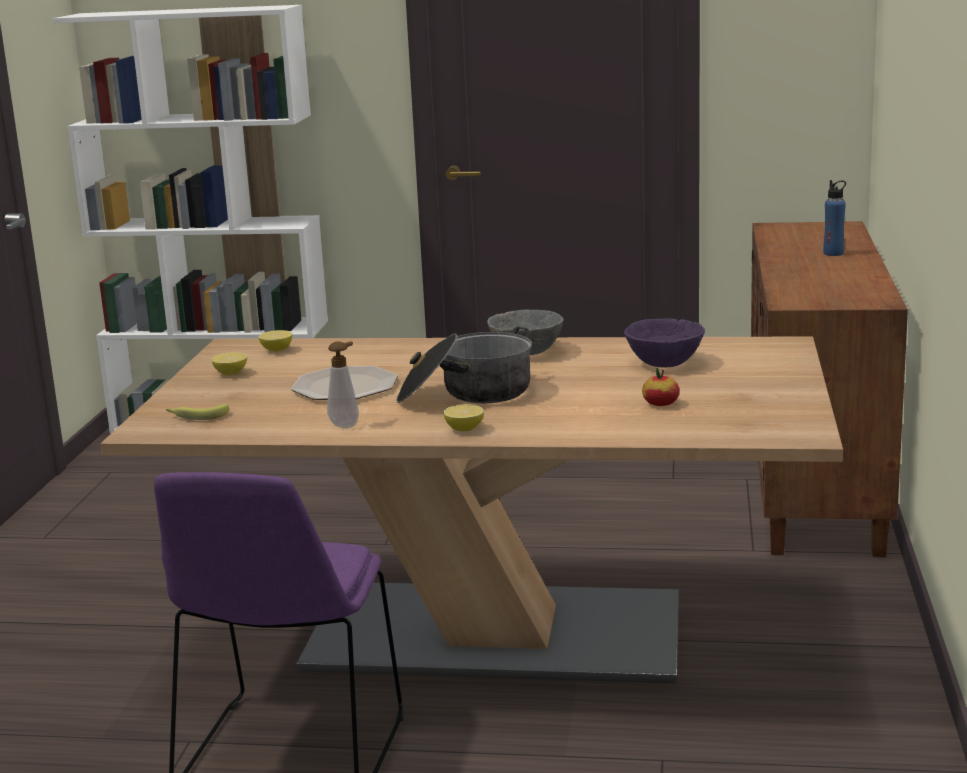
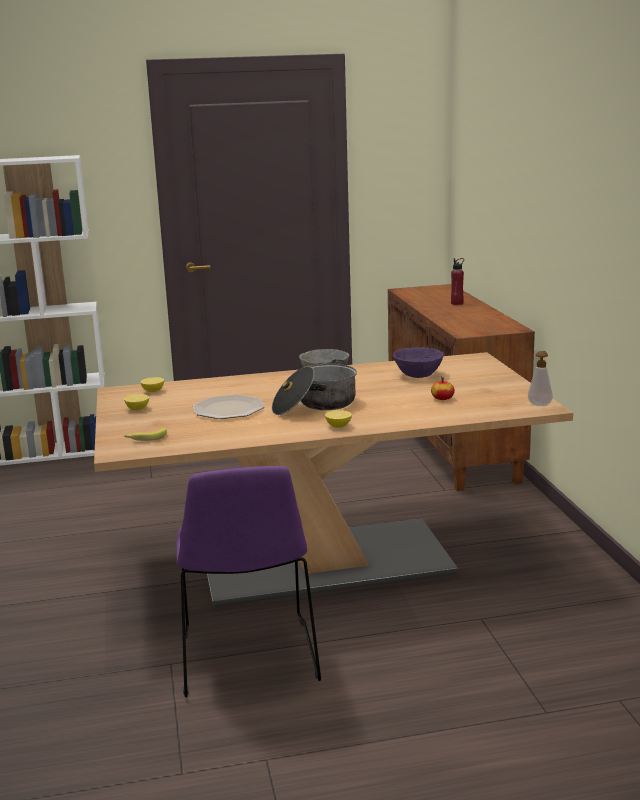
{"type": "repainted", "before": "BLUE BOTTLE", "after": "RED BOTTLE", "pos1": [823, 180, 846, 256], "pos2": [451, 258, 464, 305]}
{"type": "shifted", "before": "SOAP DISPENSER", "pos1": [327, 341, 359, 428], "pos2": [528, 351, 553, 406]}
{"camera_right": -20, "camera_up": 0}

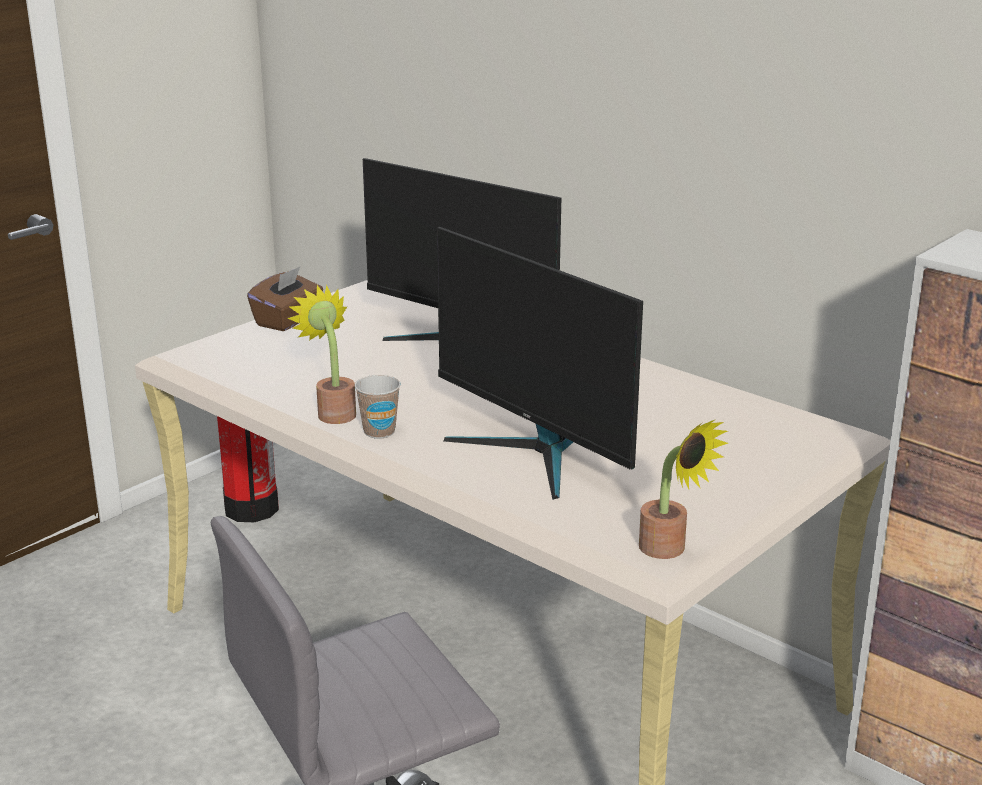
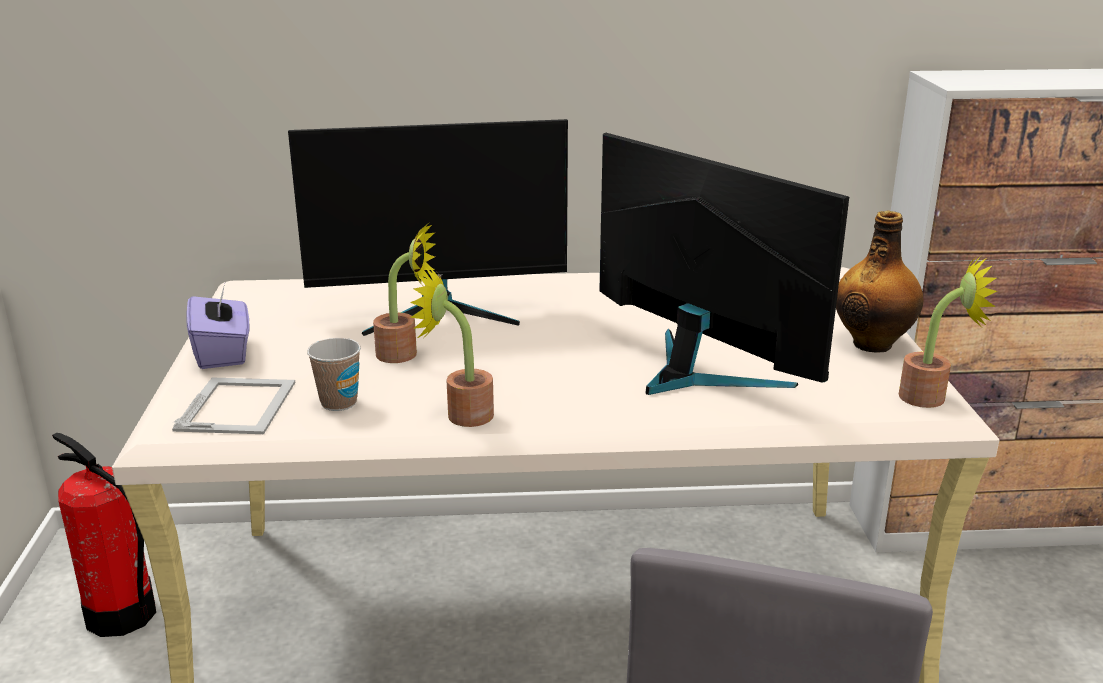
{"type": "new", "after": "PICTURE FRAME", "pos2": [172, 377, 295, 434]}
{"type": "repainted", "before": "BROWN TISSUE BOX", "after": "PURPLE TISSUE BOX", "pos1": [247, 267, 323, 331], "pos2": [186, 284, 249, 369]}
{"type": "shifted", "before": "CUP", "pos1": [355, 375, 401, 439], "pos2": [307, 338, 361, 411]}
{"type": "new", "after": "POTTED PLANT", "pos2": [373, 223, 436, 363]}
{"type": "rotated", "before": "MONITOR", "pos1": [437, 227, 643, 500], "pos2": [599, 133, 849, 395], "turn": -135}
{"type": "new", "after": "BOTTLE", "pos2": [836, 211, 923, 353]}
{"camera_right": -45, "camera_up": 0}

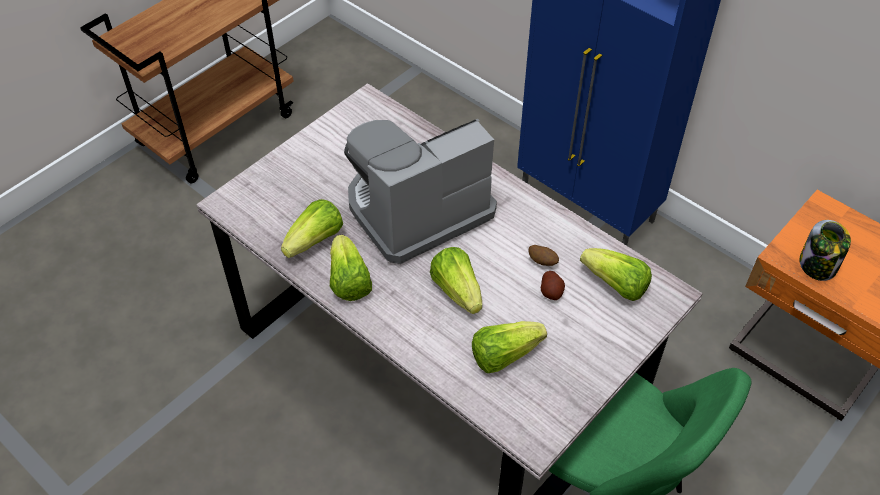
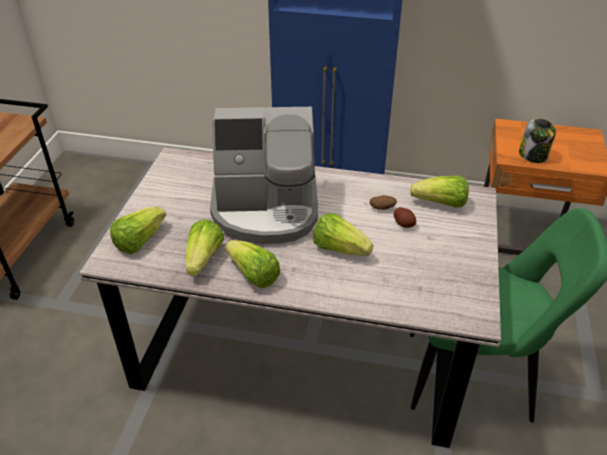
{"type": "shifted", "before": "LETTUCE", "pos1": [472, 321, 547, 373], "pos2": [110, 207, 166, 254]}
{"type": "rotated", "before": "COFFEE MACHINE", "pos1": [344, 119, 497, 264], "pos2": [210, 107, 318, 244], "turn": -120}
{"camera_right": -30, "camera_up": -10}

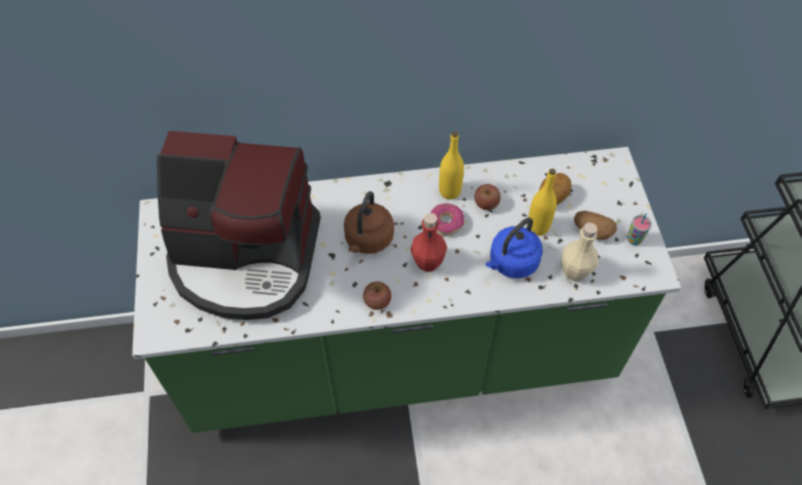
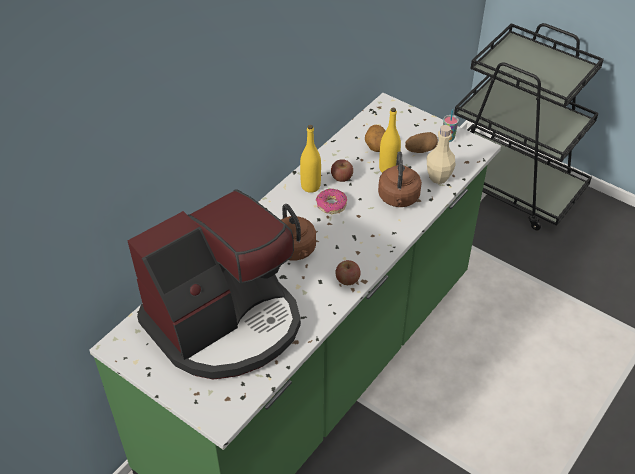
{"type": "repainted", "before": "BLUE KETTLE", "after": "BROWN KETTLE", "pos1": [486, 217, 543, 278], "pos2": [378, 151, 422, 207]}
{"type": "gone", "before": "RED BOTTLE", "pos1": [411, 213, 447, 272]}
{"camera_right": -45, "camera_up": -10}

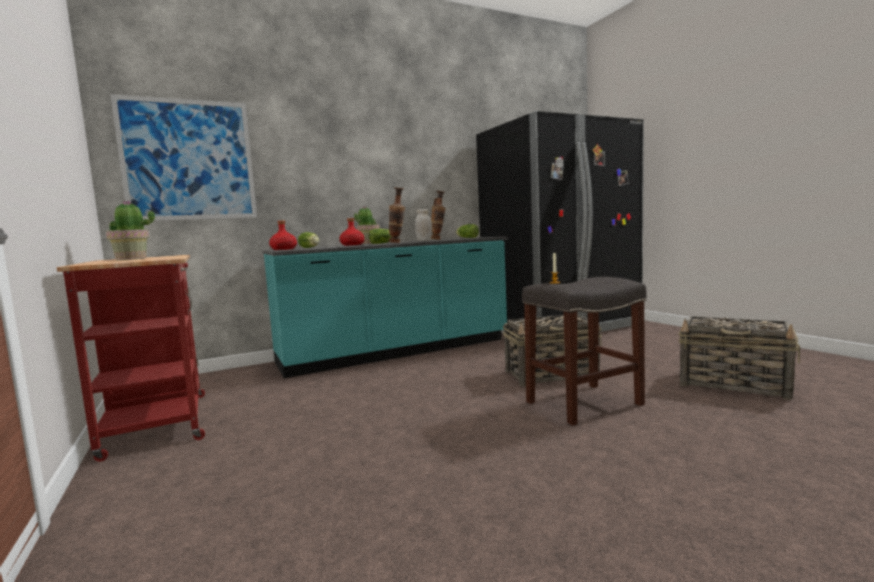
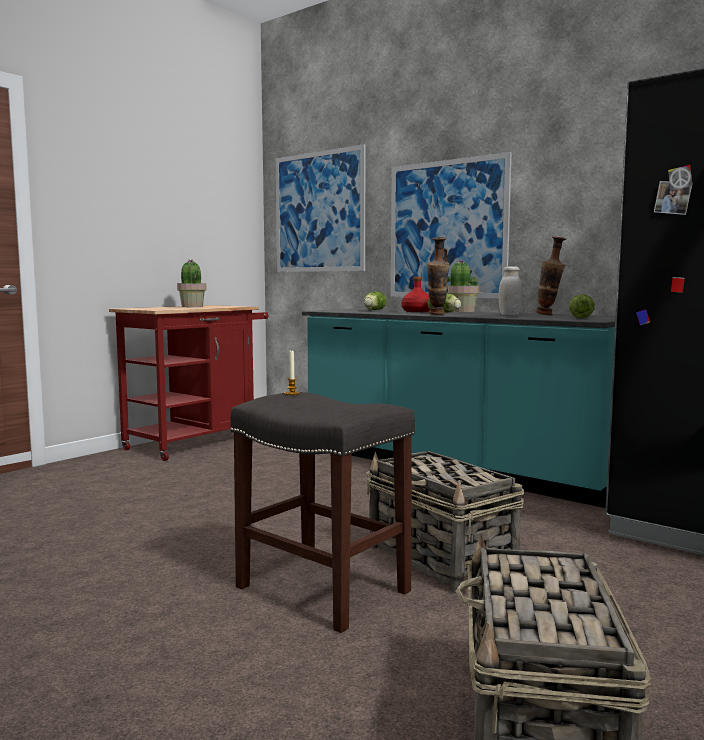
{"type": "new", "after": "PICTURE", "pos2": [391, 152, 512, 298]}
{"type": "gone", "before": "RED BOTTLE", "pos1": [269, 221, 297, 250]}
{"camera_right": 65, "camera_up": 0}

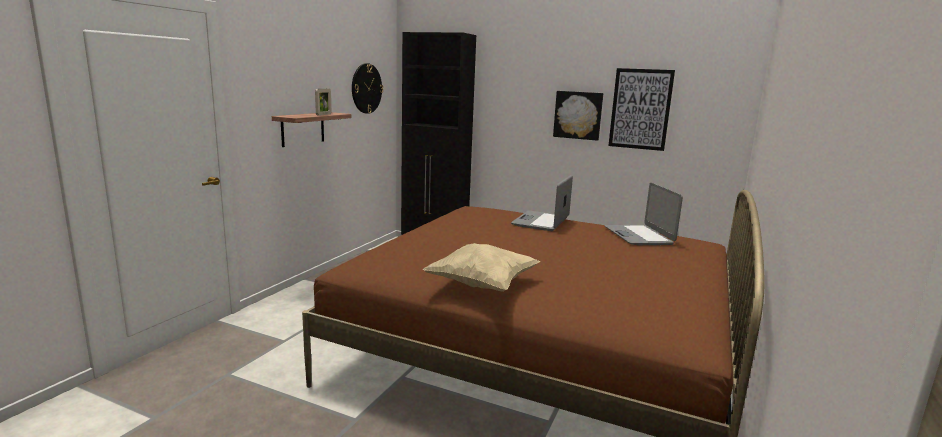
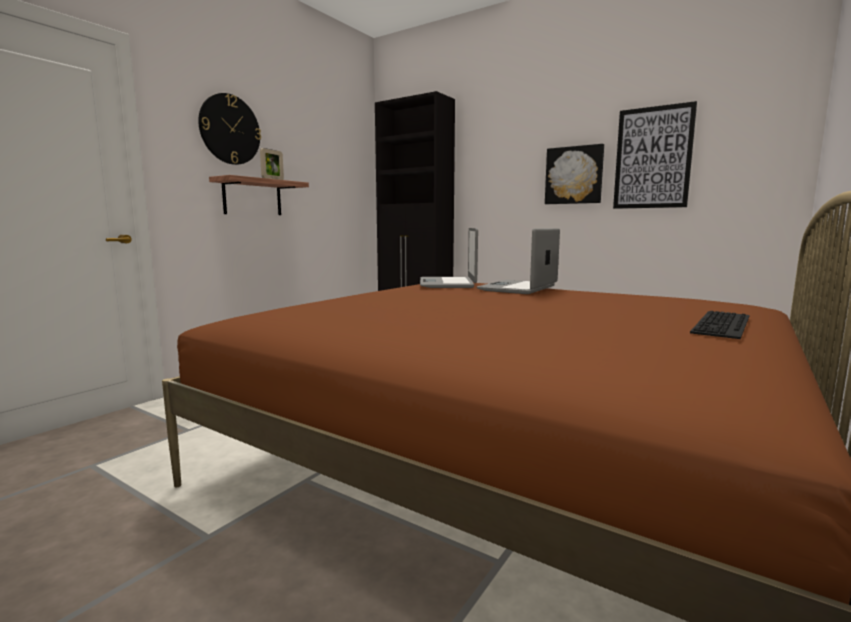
{"type": "shifted", "before": "WALL CLOCK", "pos1": [352, 63, 383, 114], "pos2": [198, 93, 261, 165]}
{"type": "shifted", "before": "LAPTOP", "pos1": [605, 183, 683, 245], "pos2": [420, 228, 478, 288]}
{"type": "new", "after": "KEYBOARD", "pos2": [690, 311, 750, 339]}
{"type": "gone", "before": "BEIGE PILLOW", "pos1": [423, 243, 540, 292]}
{"camera_right": 10, "camera_up": -5}

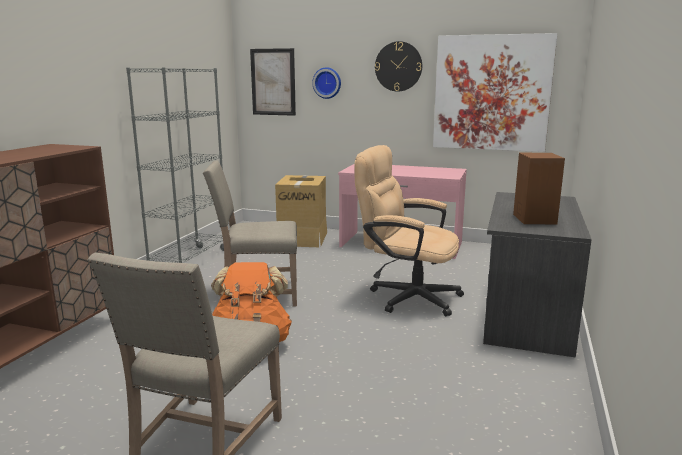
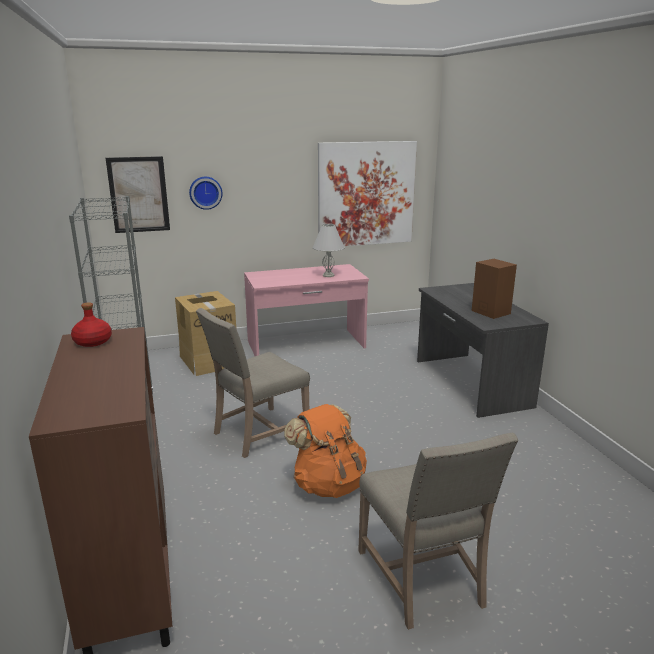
{"type": "new", "after": "RED BOTTLE", "pos2": [71, 302, 112, 347]}
{"type": "new", "after": "WHITE TABLE LAMP", "pos2": [313, 224, 345, 277]}
{"type": "gone", "before": "BEIGE OFFICE CHAIR", "pos1": [354, 145, 464, 316]}
{"type": "gone", "before": "WALL CLOCK", "pos1": [375, 41, 422, 92]}
{"camera_right": -35, "camera_up": 5}

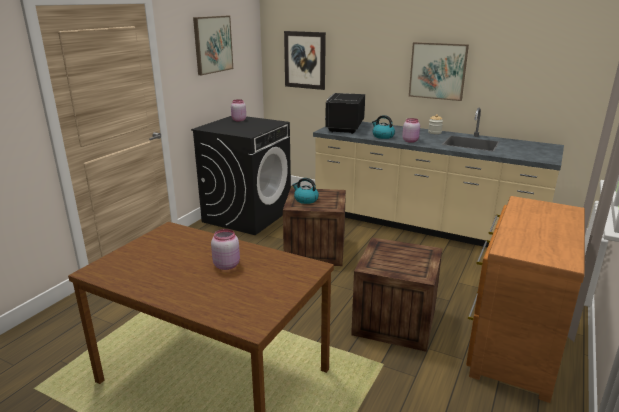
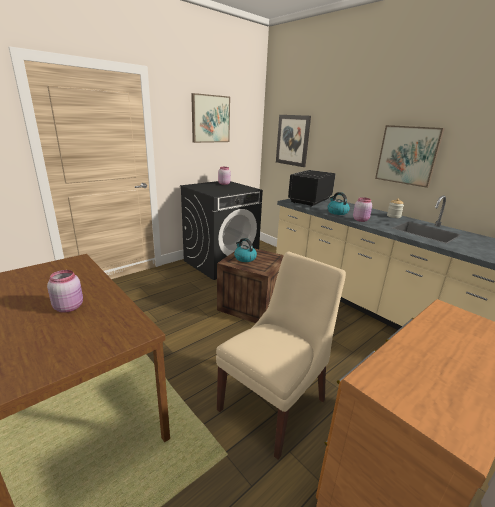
{"type": "swapped", "before": "CRATE", "after": "BEIGE CHAIR", "pos1": [351, 238, 443, 352], "pos2": [216, 252, 346, 460]}
{"camera_right": 20, "camera_up": 0}

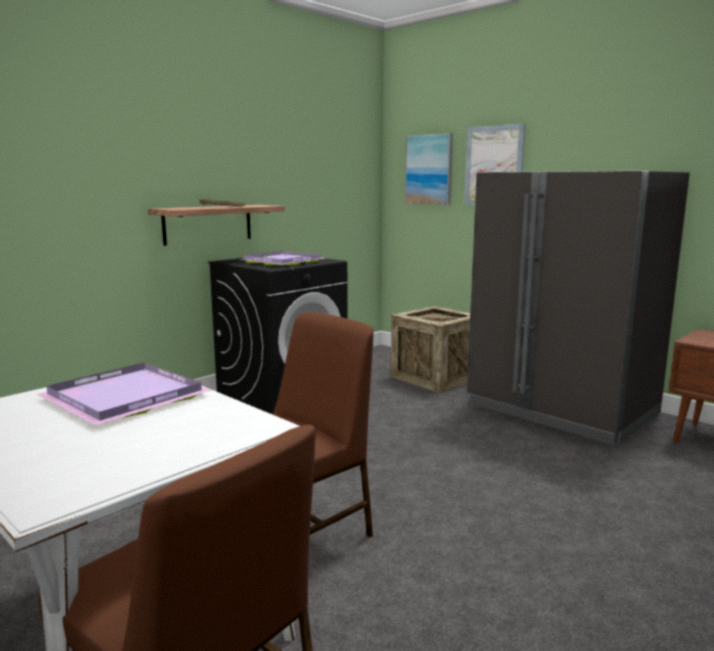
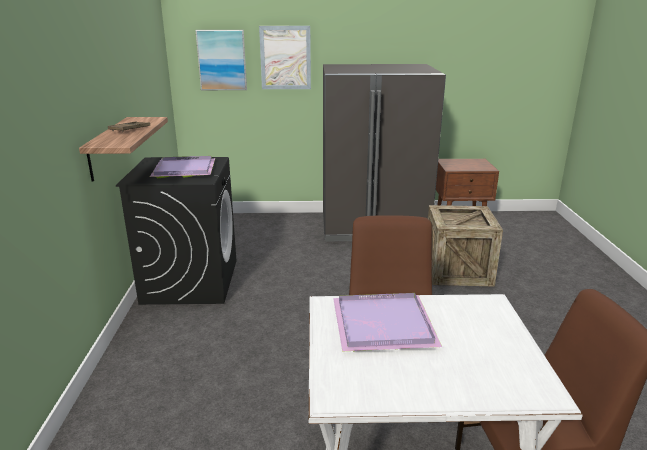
{"type": "shifted", "before": "CRATE", "pos1": [391, 306, 470, 393], "pos2": [428, 205, 503, 287]}
{"camera_right": -45, "camera_up": 10}

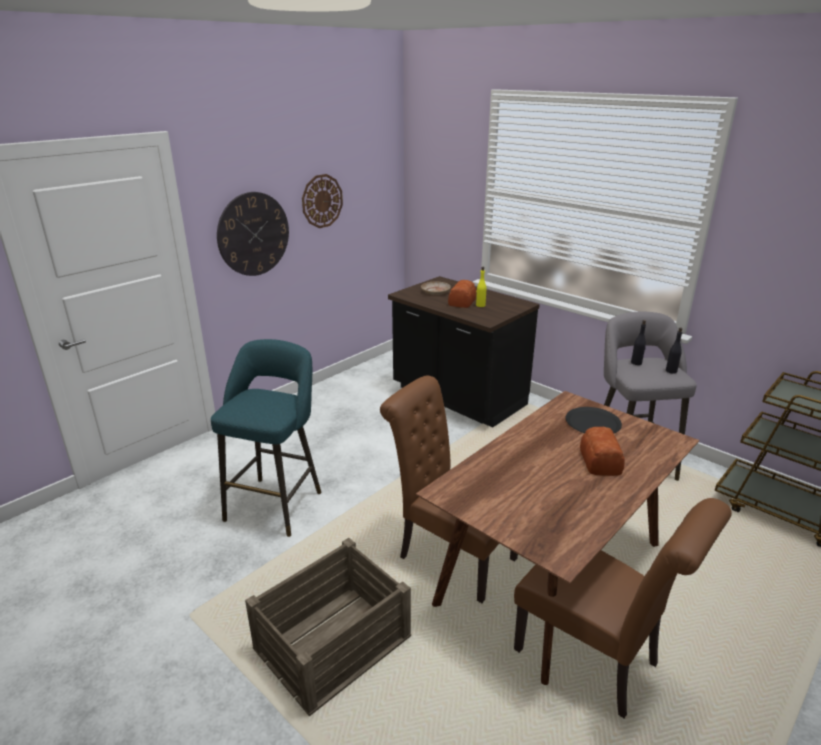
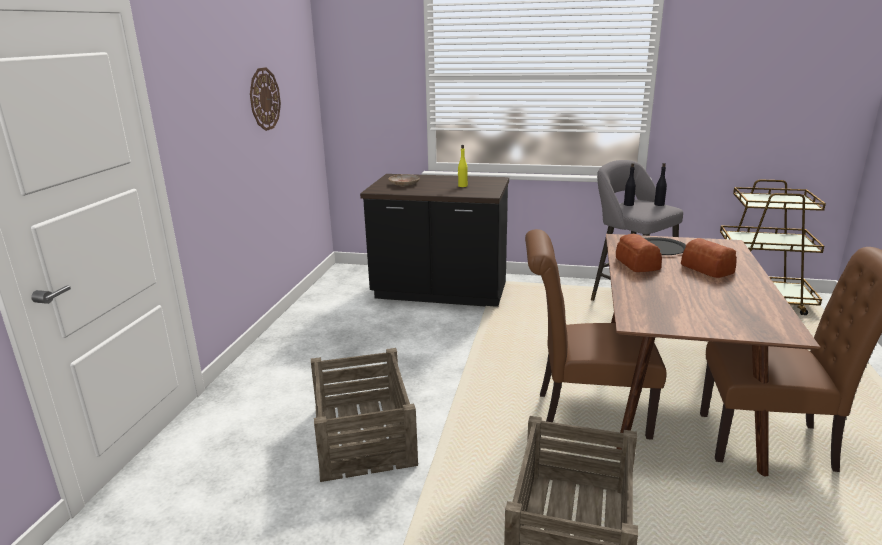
{"type": "swapped", "before": "TURQUOISE STOOL", "after": "CRATE", "pos1": [211, 339, 321, 537], "pos2": [311, 348, 418, 482]}
{"type": "shifted", "before": "BREAD", "pos1": [448, 280, 476, 308], "pos2": [616, 234, 662, 272]}
{"type": "gone", "before": "WALL CLOCK", "pos1": [217, 192, 289, 276]}
{"camera_right": -30, "camera_up": -5}

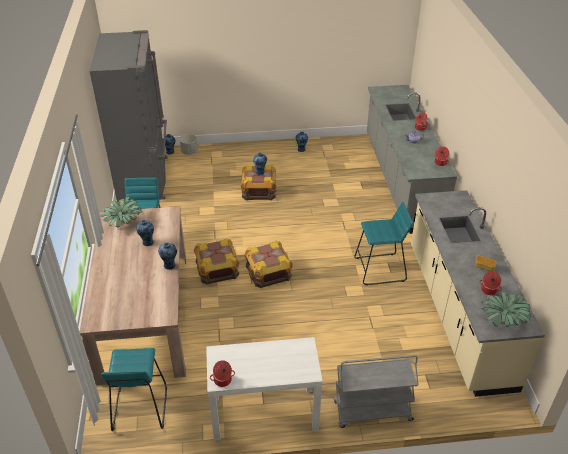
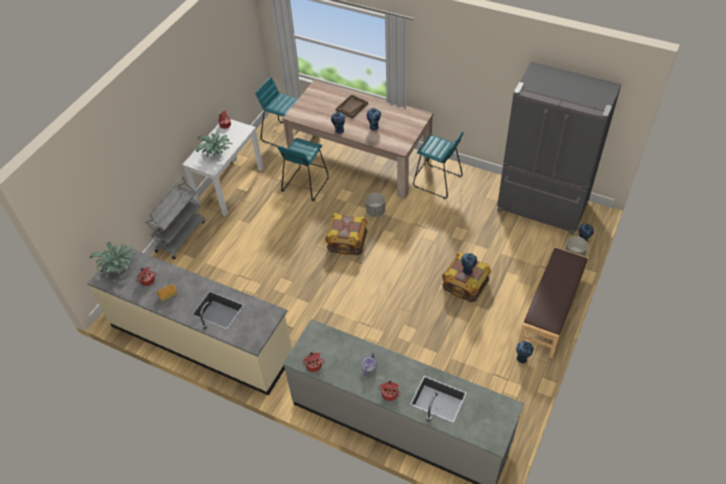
{"type": "shifted", "before": "POTTED PLANT", "pos1": [101, 197, 143, 228], "pos2": [196, 131, 232, 157]}
{"type": "shifted", "before": "TURQUOISE STOOL", "pos1": [354, 202, 413, 285], "pos2": [278, 138, 329, 201]}
{"type": "new", "after": "BROWN TRAY", "pos2": [336, 94, 368, 118]}
{"type": "swapped", "before": "CRATE", "after": "GREY PLANTER", "pos1": [194, 238, 239, 285], "pos2": [366, 193, 385, 217]}
{"type": "new", "after": "BROWN BENCH", "pos2": [518, 247, 589, 359]}
{"camera_right": 125, "camera_up": 10}

